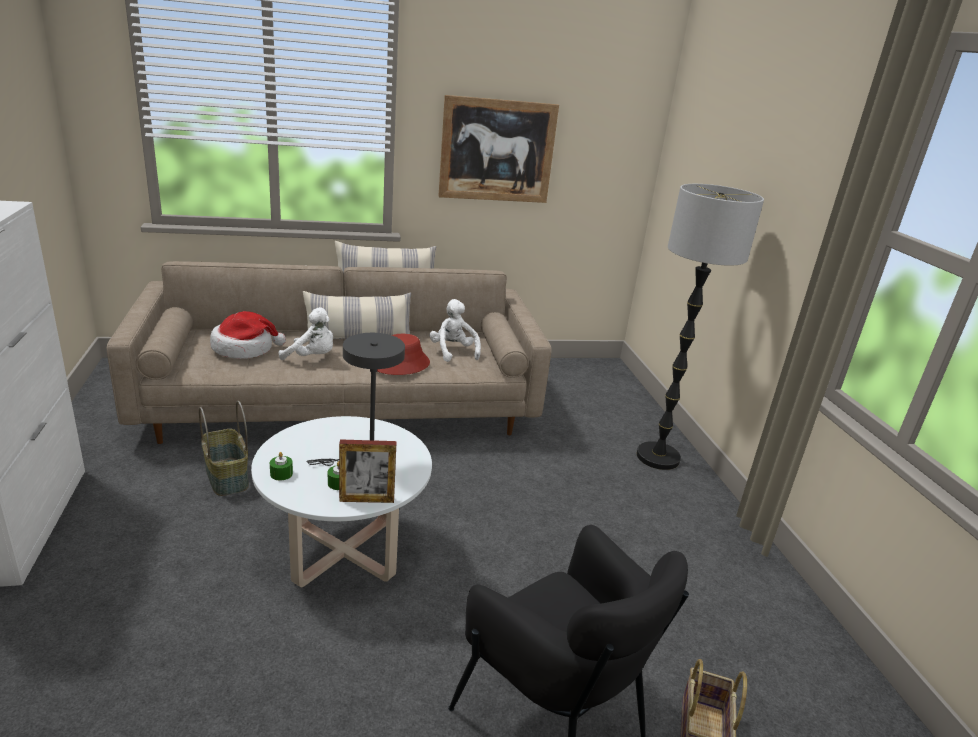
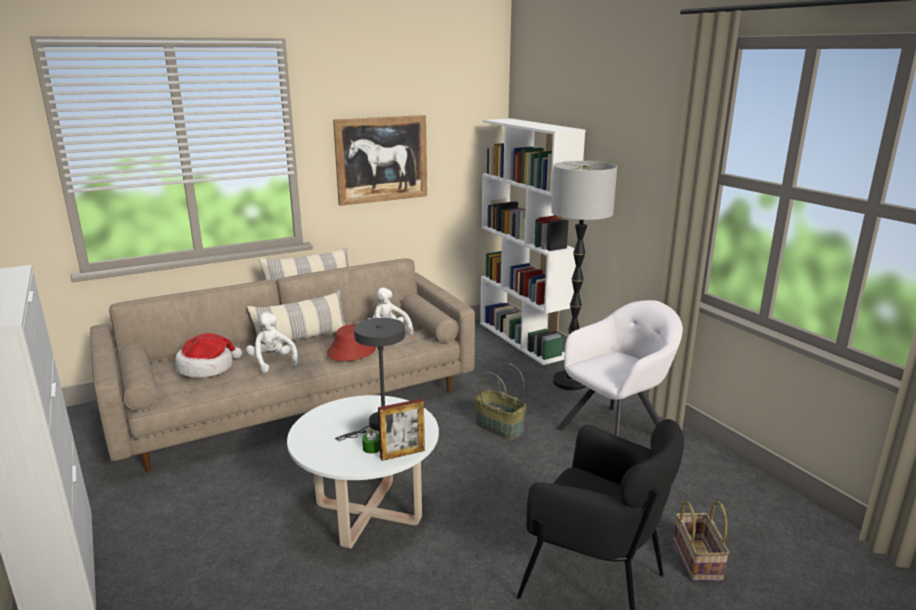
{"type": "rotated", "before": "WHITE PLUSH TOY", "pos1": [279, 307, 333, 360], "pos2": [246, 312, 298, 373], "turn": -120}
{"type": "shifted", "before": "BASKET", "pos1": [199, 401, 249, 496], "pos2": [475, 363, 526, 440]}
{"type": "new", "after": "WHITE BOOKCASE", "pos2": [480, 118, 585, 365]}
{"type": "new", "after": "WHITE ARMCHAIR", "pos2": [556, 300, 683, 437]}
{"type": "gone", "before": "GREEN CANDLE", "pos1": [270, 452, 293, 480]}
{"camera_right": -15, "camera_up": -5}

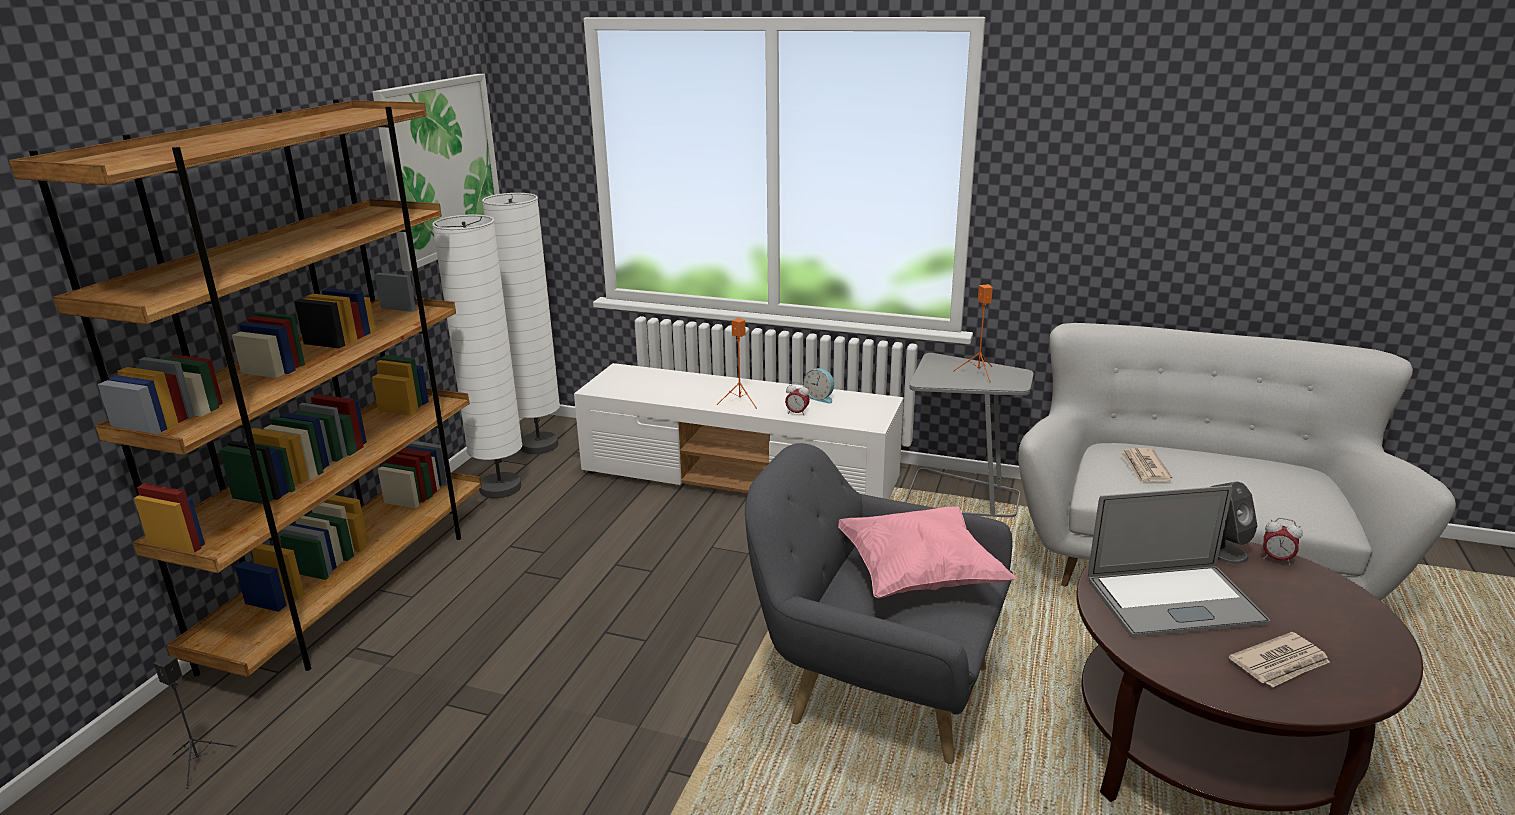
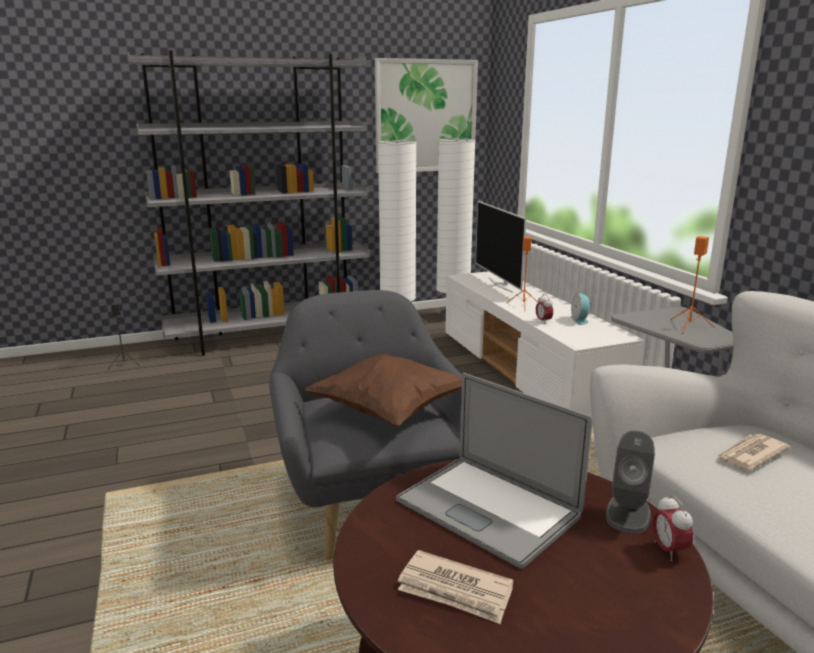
{"type": "repainted", "before": "BROWN BOOKCASE", "after": "GREY BOOKCASE", "pos1": [9, 99, 482, 677], "pos2": [127, 50, 370, 356]}
{"type": "repainted", "before": "PINK PILLOW", "after": "BROWN PILLOW", "pos1": [838, 507, 1017, 599], "pos2": [305, 353, 462, 427]}
{"type": "new", "after": "TELEVISION", "pos2": [475, 201, 526, 292]}
{"camera_right": 50, "camera_up": -5}

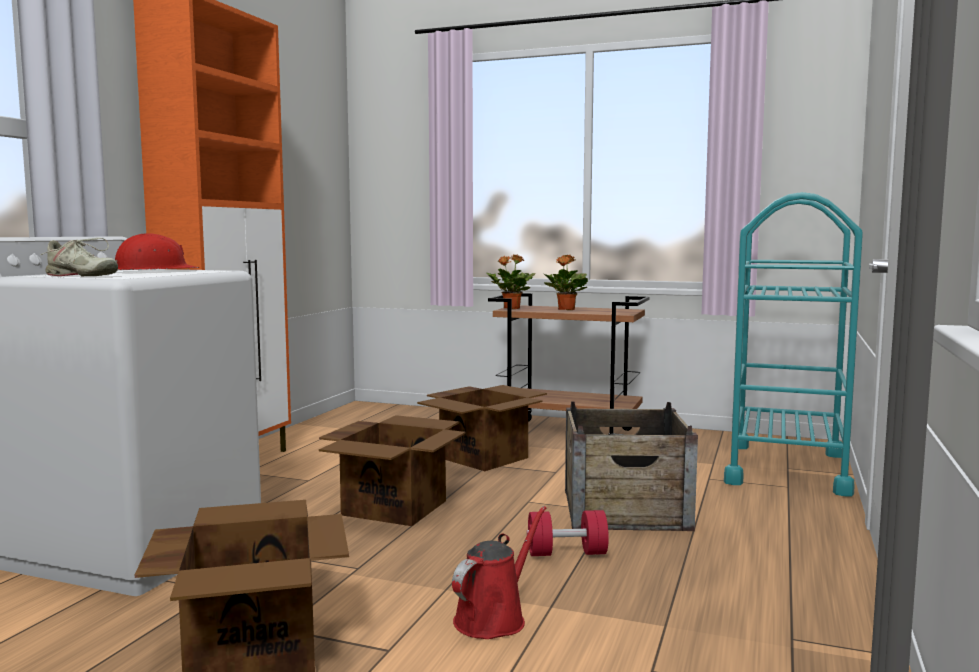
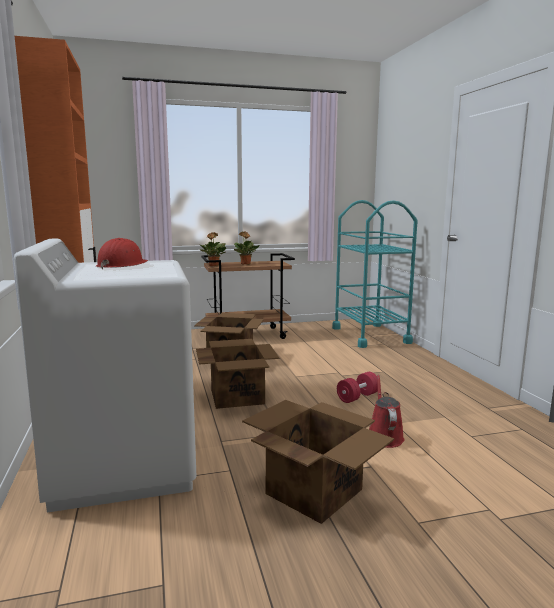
{"type": "gone", "before": "BEIGE SHOE", "pos1": [41, 238, 118, 276]}
{"type": "gone", "before": "CRATE", "pos1": [565, 401, 698, 531]}
{"camera_right": -35, "camera_up": 5}

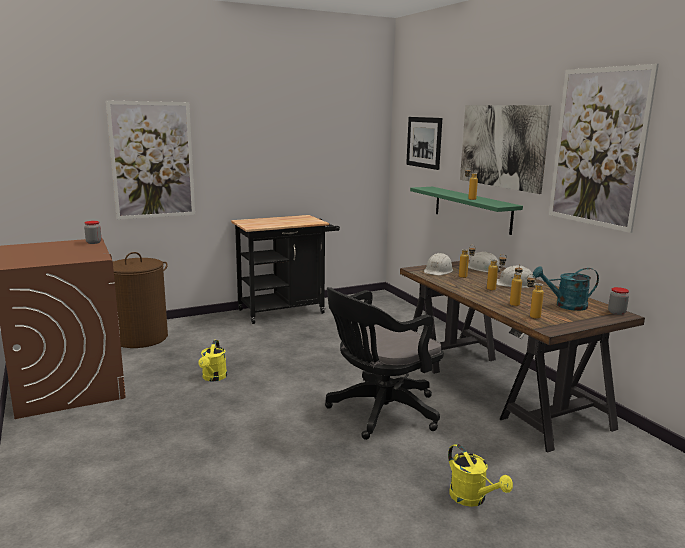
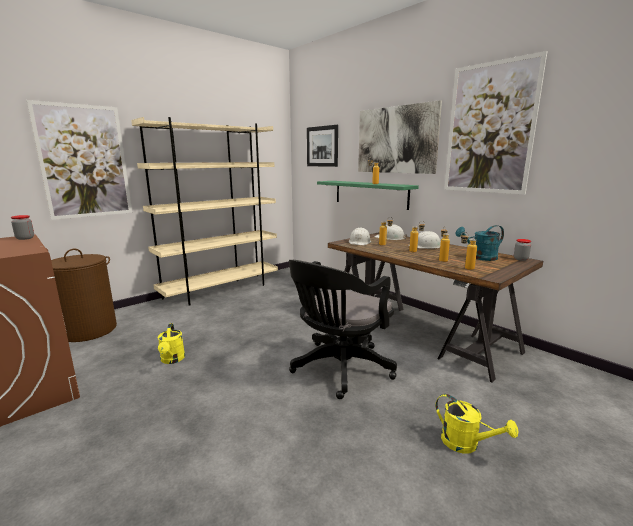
{"type": "swapped", "before": "BLACK CART", "after": "BEIGE BOOKCASE", "pos1": [231, 215, 340, 324], "pos2": [131, 117, 278, 305]}
{"camera_right": -15, "camera_up": 0}

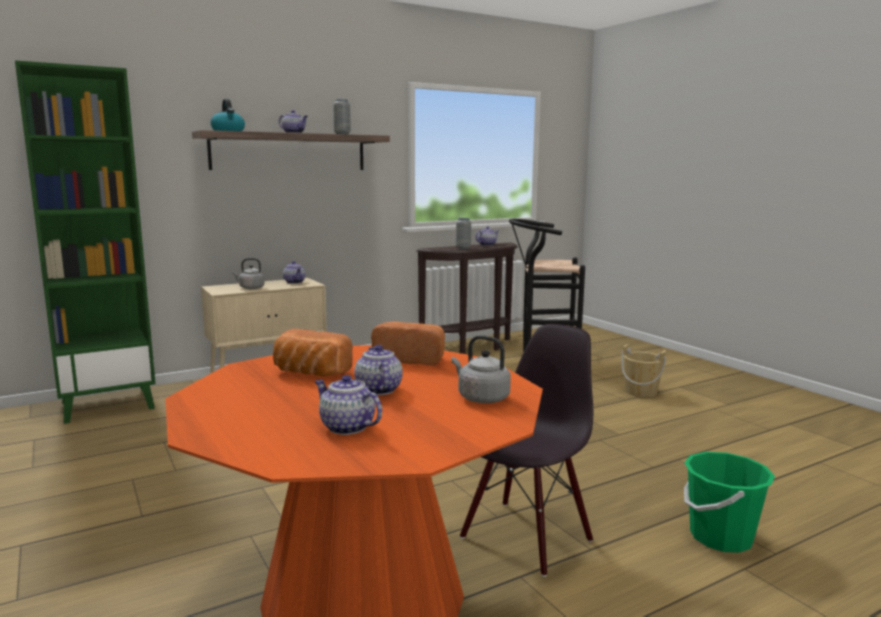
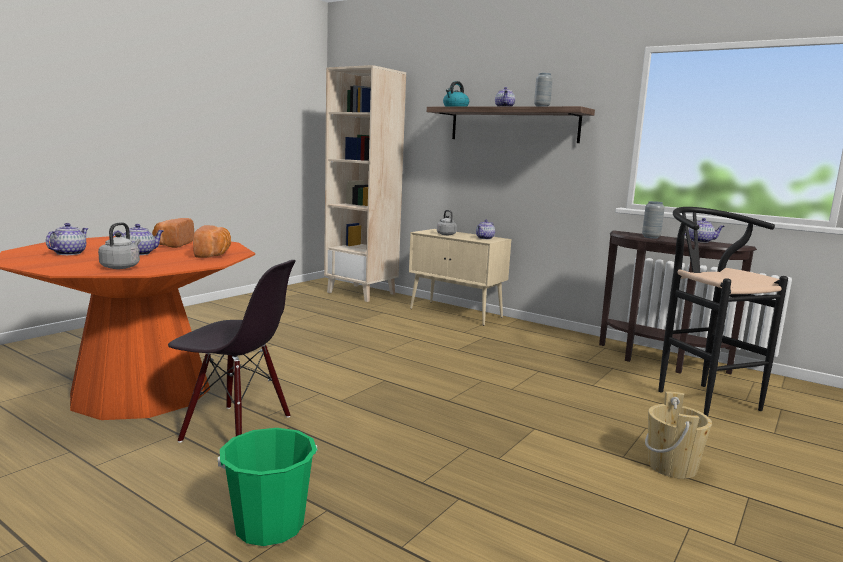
{"type": "repainted", "before": "GREEN BOOKCASE", "after": "BEIGE BOOKCASE", "pos1": [15, 60, 156, 424], "pos2": [324, 65, 406, 302]}
{"camera_right": 65, "camera_up": 0}

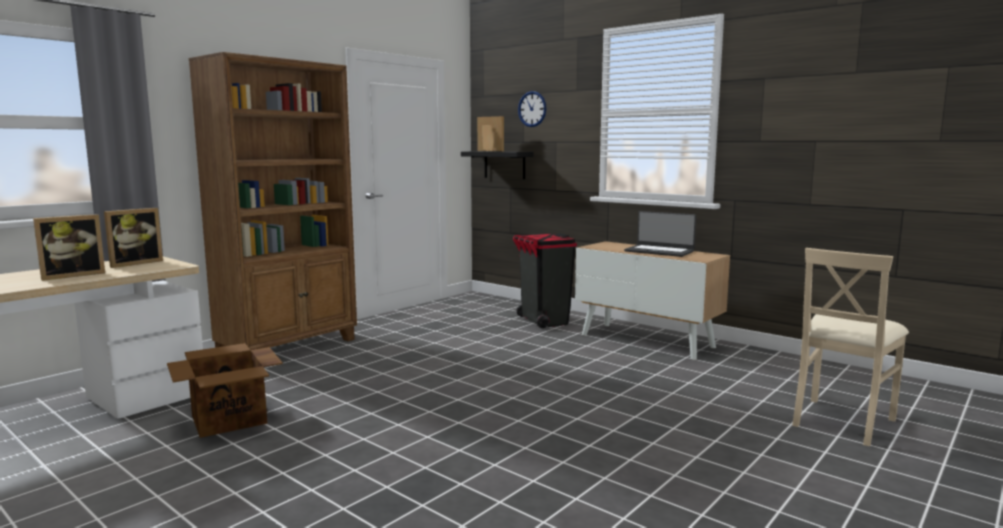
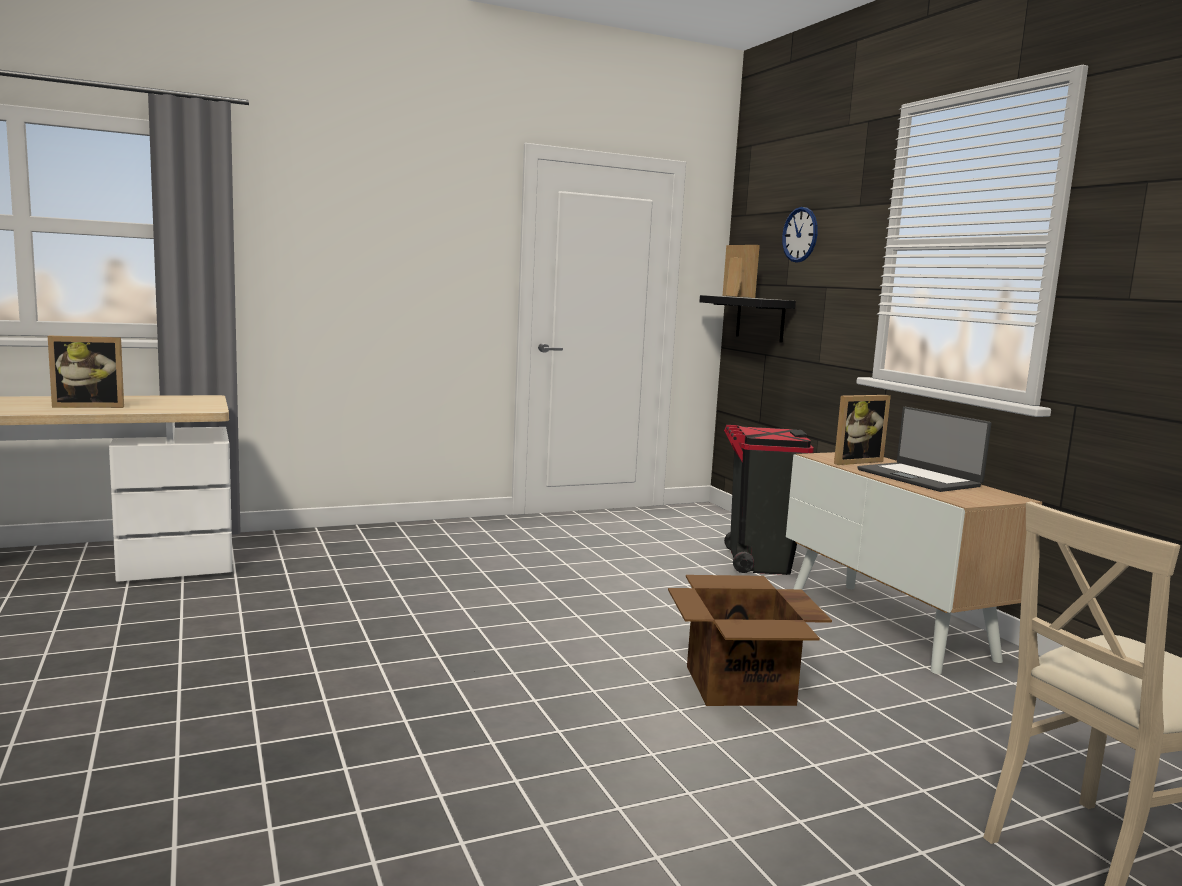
{"type": "shifted", "before": "CARDBOARD BOX", "pos1": [167, 343, 283, 438], "pos2": [668, 575, 832, 706]}
{"type": "shifted", "before": "PICTURE FRAME", "pos1": [104, 208, 163, 268], "pos2": [834, 395, 891, 465]}
{"type": "gone", "before": "BROWN BOOKCASE", "pos1": [189, 52, 357, 350]}
{"camera_right": 25, "camera_up": 0}

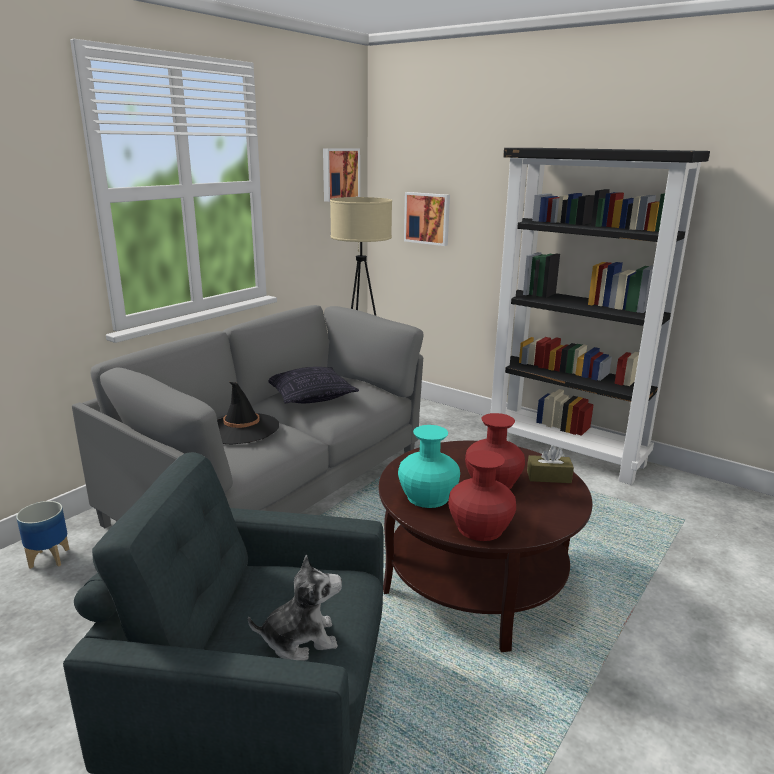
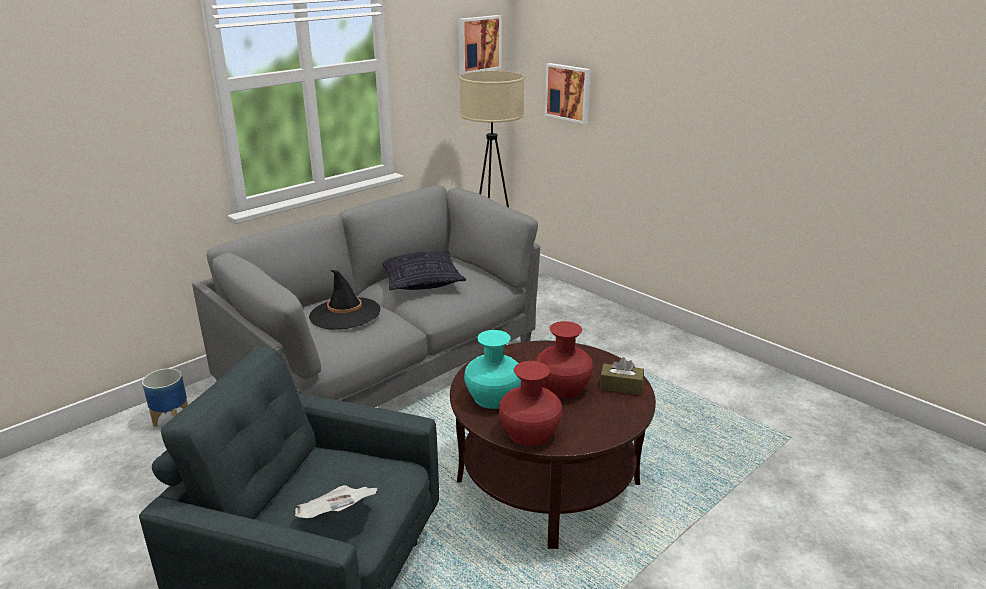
{"type": "swapped", "before": "PLUSH TOY", "after": "NEWSPAPER", "pos1": [248, 555, 342, 661], "pos2": [295, 485, 378, 518]}
{"type": "gone", "before": "BLACK BOOKCASE", "pos1": [486, 148, 710, 485]}
{"camera_right": 10, "camera_up": 5}

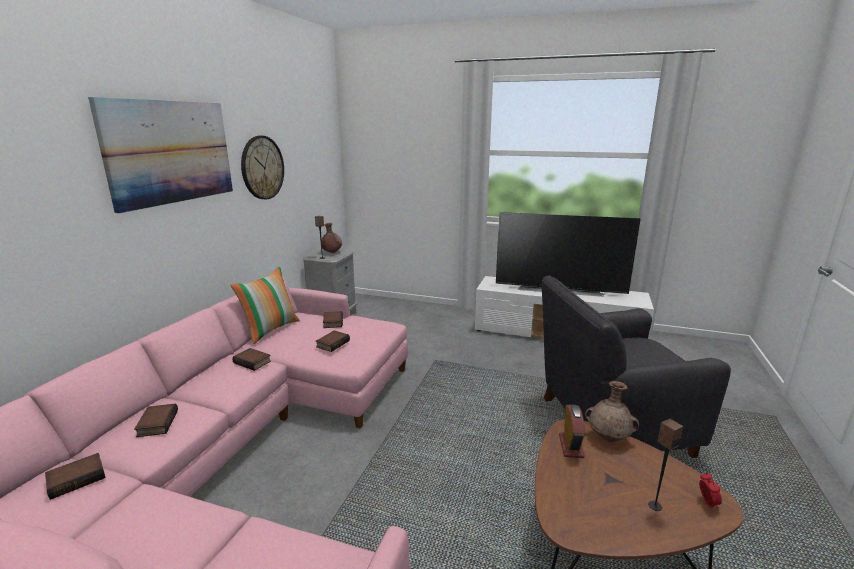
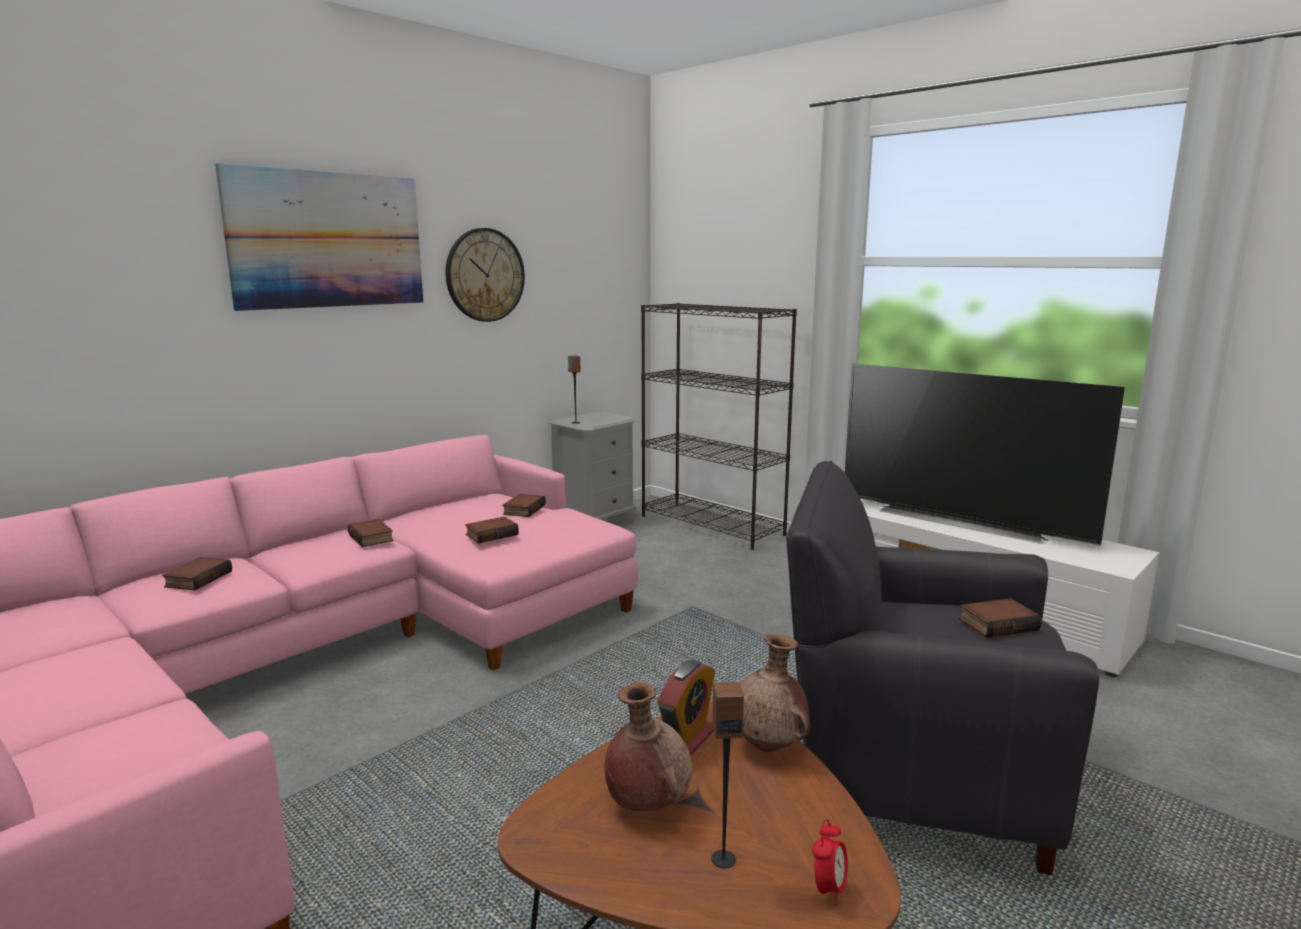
{"type": "shifted", "before": "BROWN VASE", "pos1": [322, 223, 342, 253], "pos2": [604, 682, 692, 811]}
{"type": "new", "after": "BLACK BOOKCASE", "pos2": [641, 303, 797, 550]}
{"type": "shifted", "before": "BOOK", "pos1": [45, 453, 105, 500], "pos2": [959, 598, 1042, 638]}
{"type": "gone", "before": "PILLOW", "pos1": [230, 267, 300, 344]}
{"camera_right": 25, "camera_up": -5}

